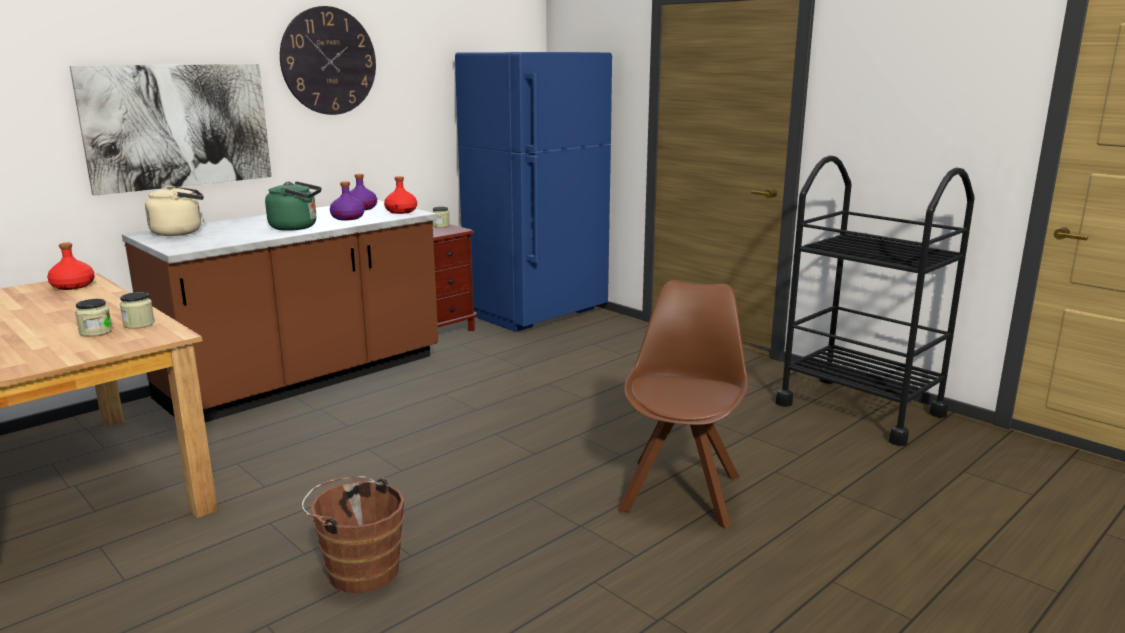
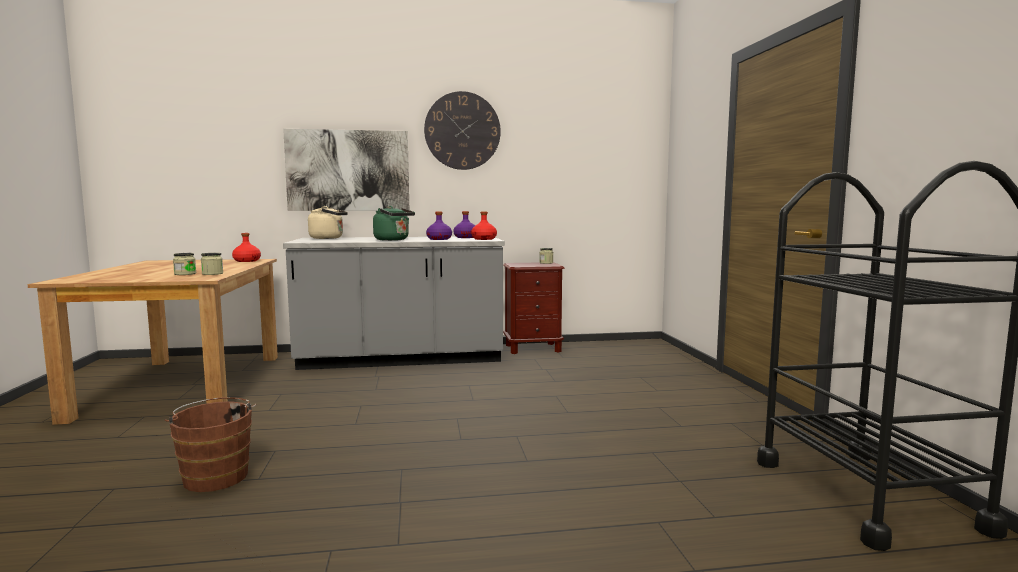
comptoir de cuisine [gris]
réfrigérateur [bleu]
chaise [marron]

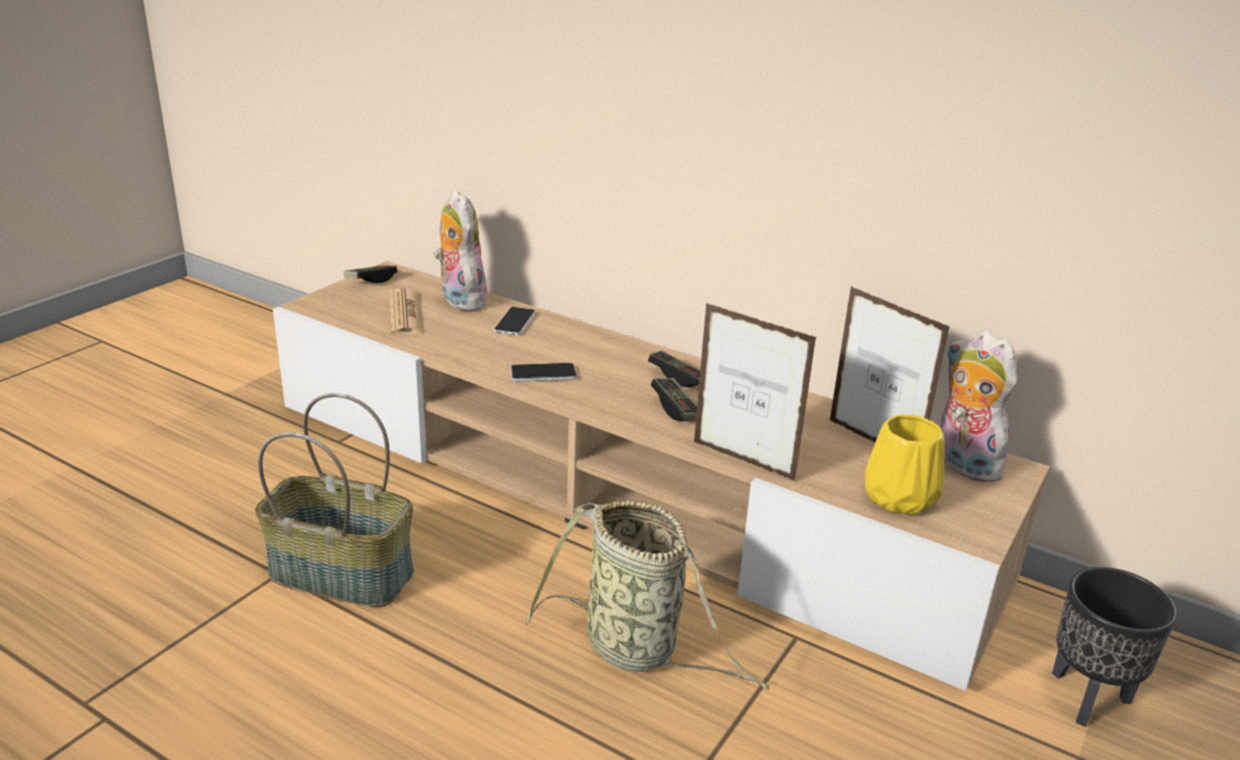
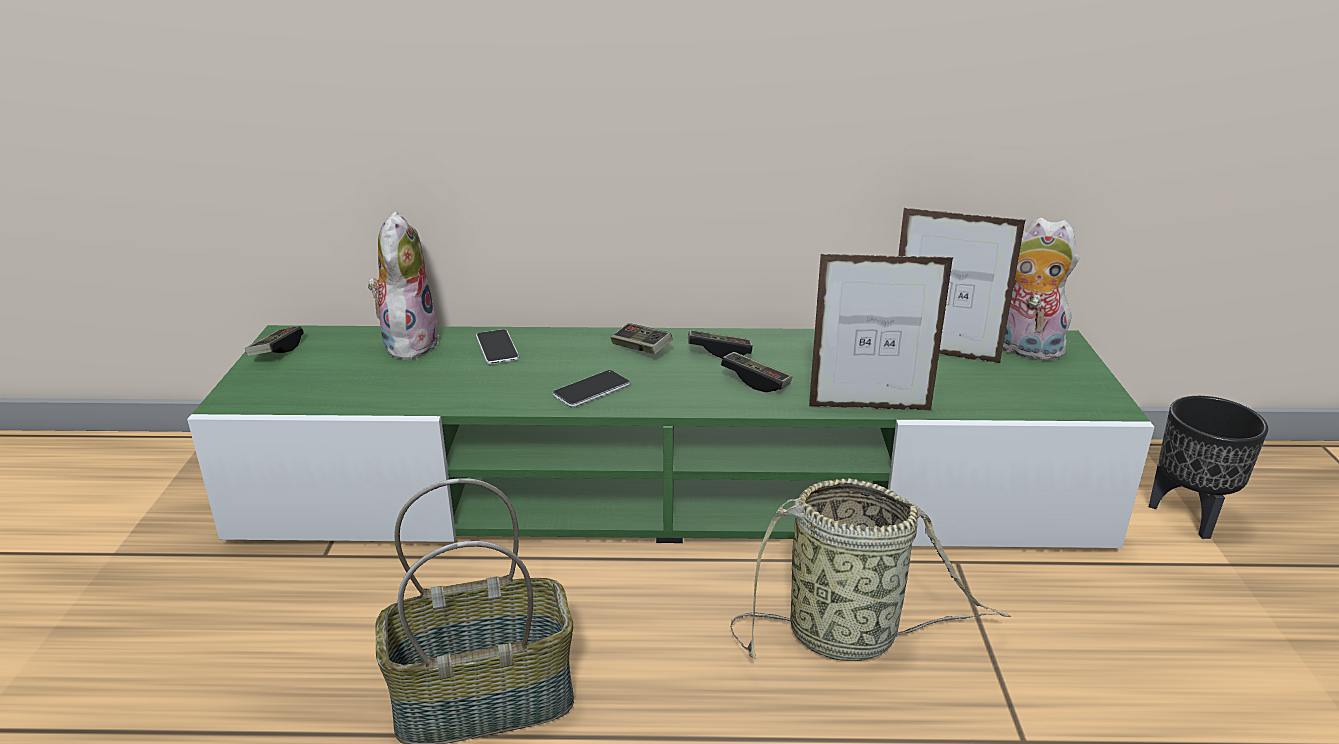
meuble télé [vert]
peluche (1st from left)
manette (2nd from left)
journal
vase [jaune]

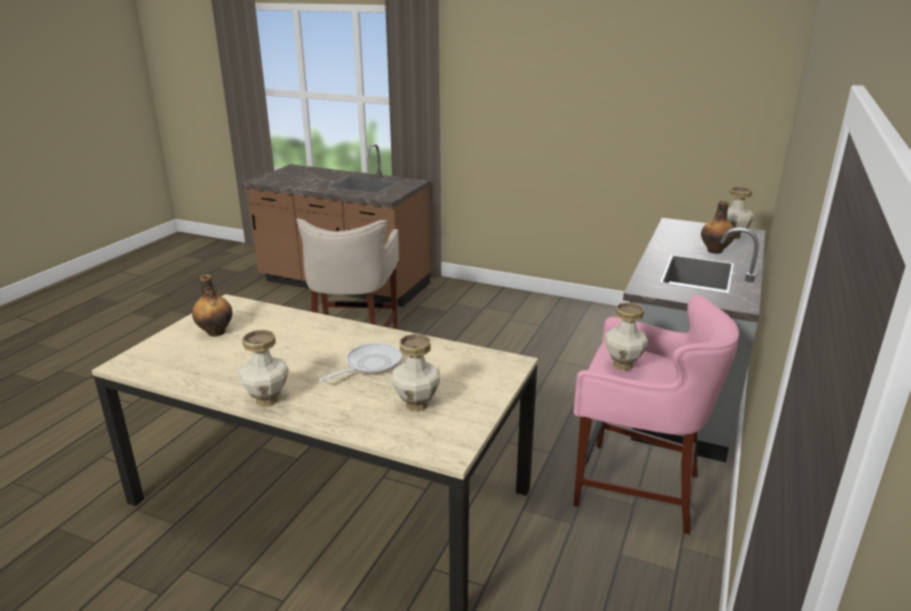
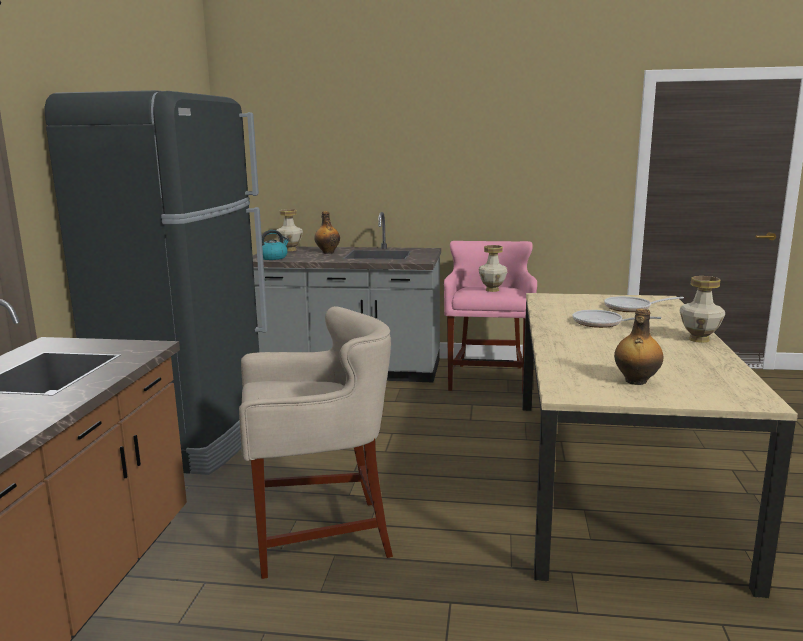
réfrigérateur [noir]
bouilloire
poêle (2nd from left)

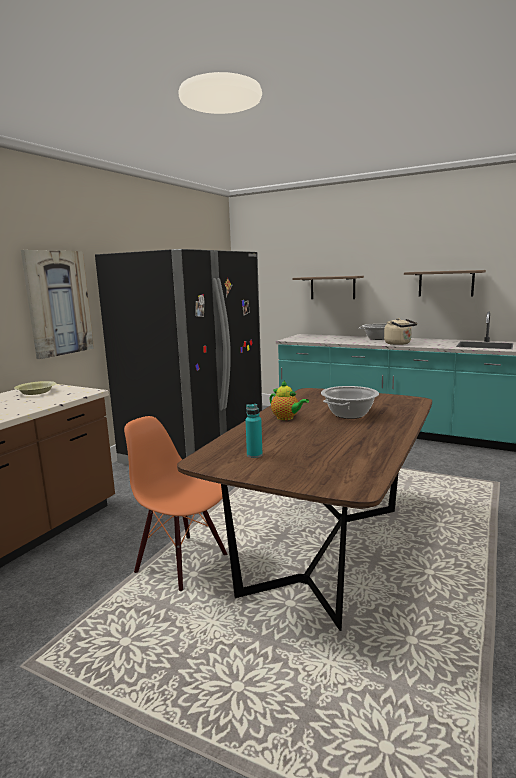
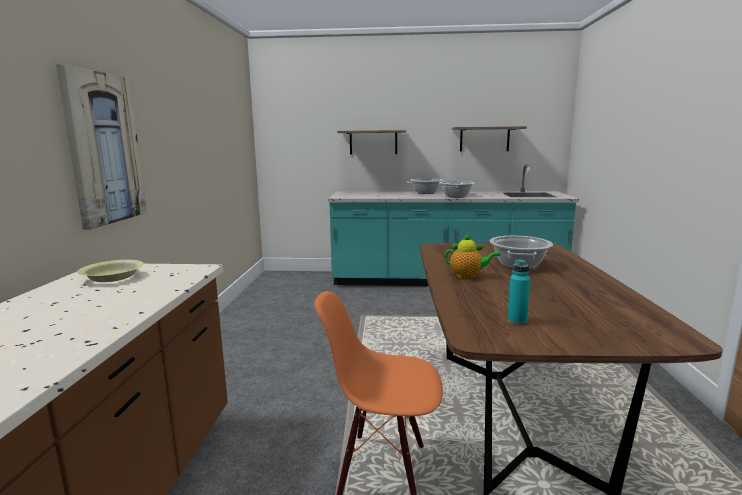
marmite (2nd from left)
réfrigérateur [noir]

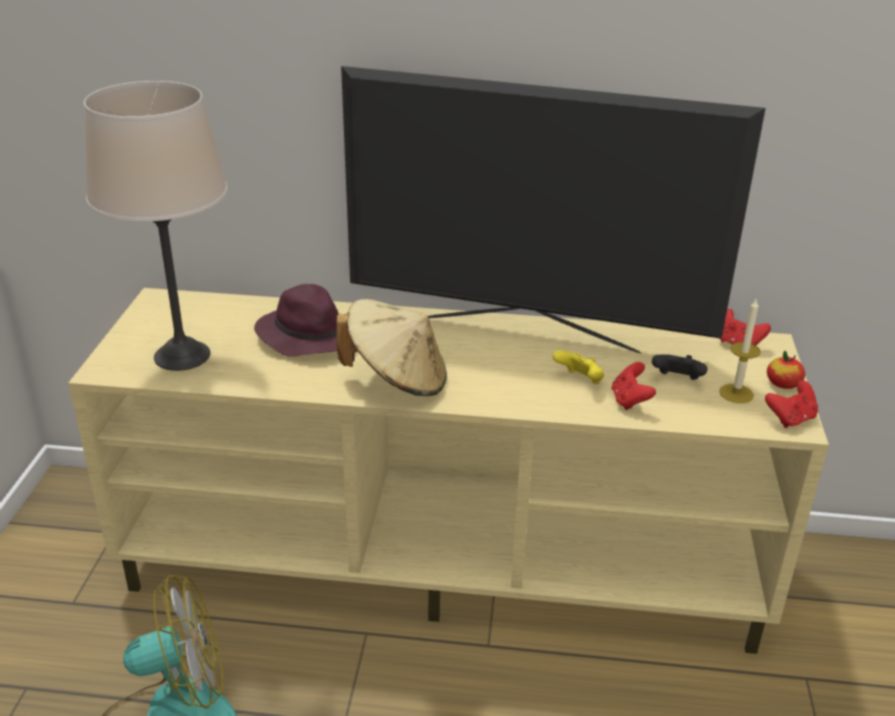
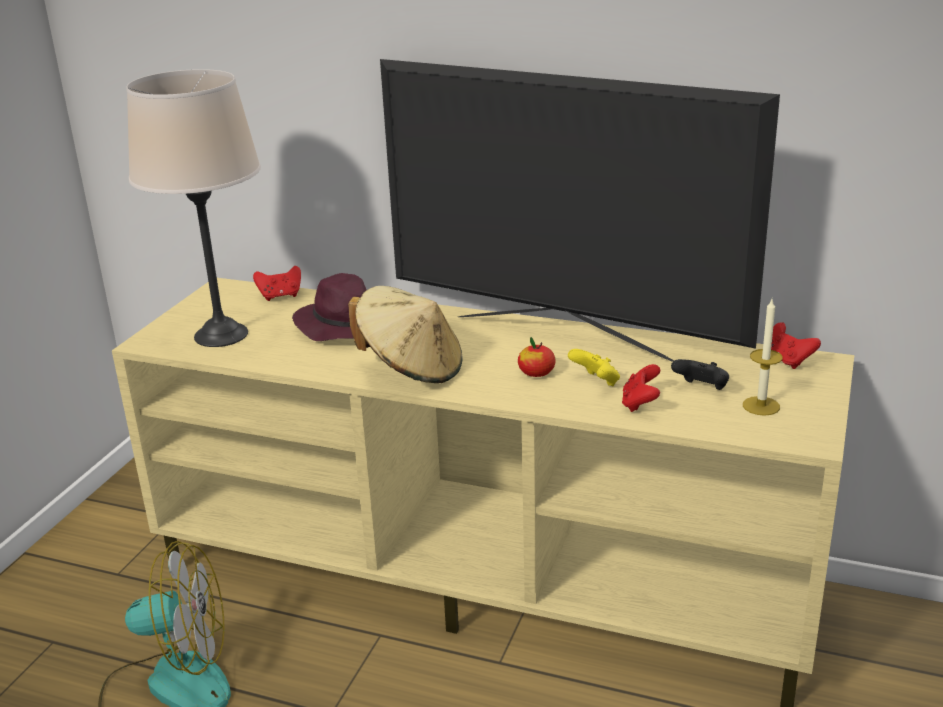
manette [rouge] (1st from left)
pomme

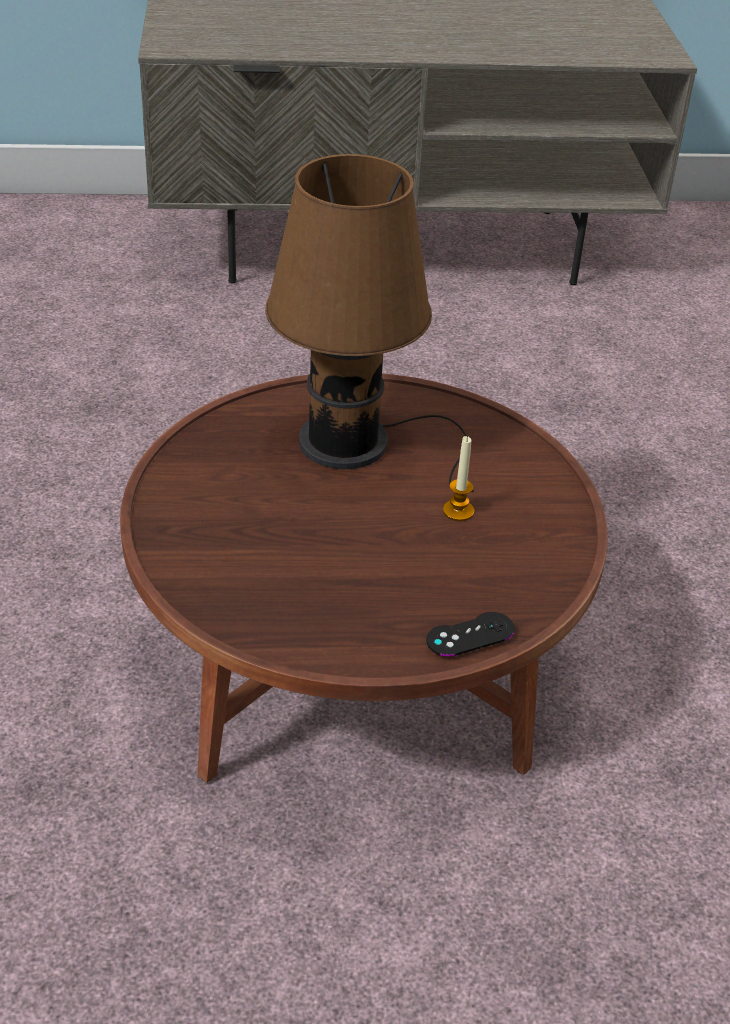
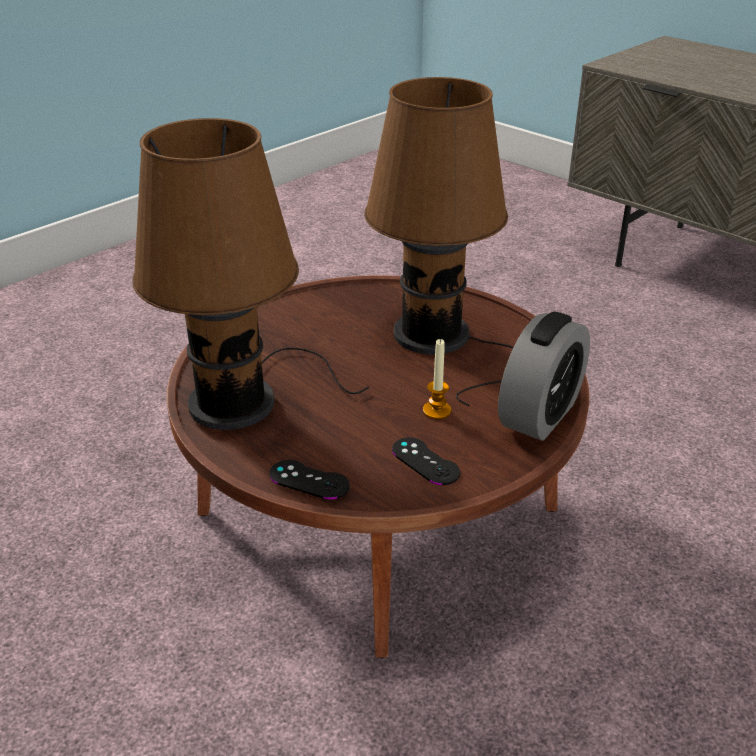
lampe de table [marron] (1st from left)
manette [noir] (2nd from left)
réveil

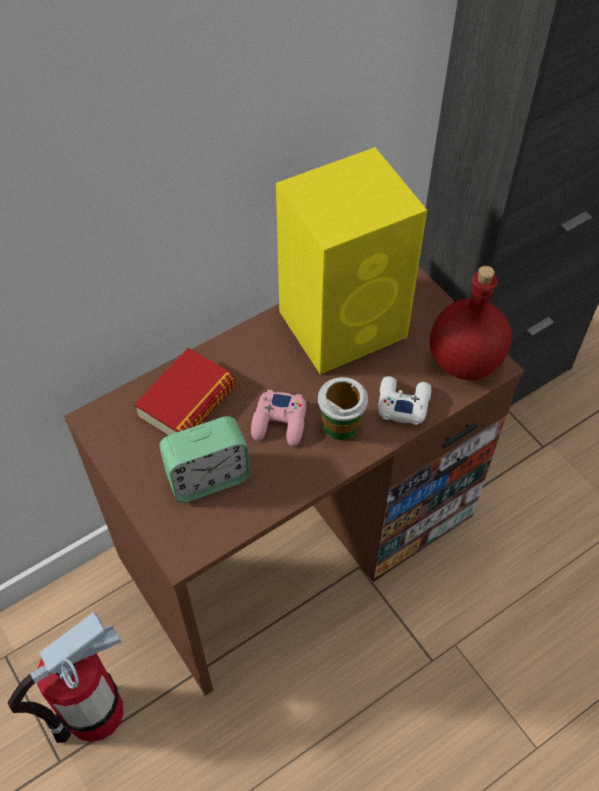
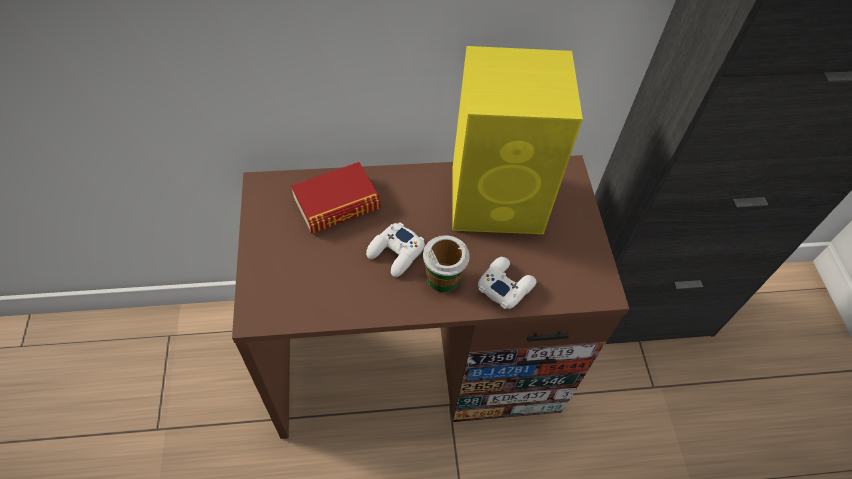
manette [blanc] (1st from left)
extincteur
réveil
bouteille [rouge]

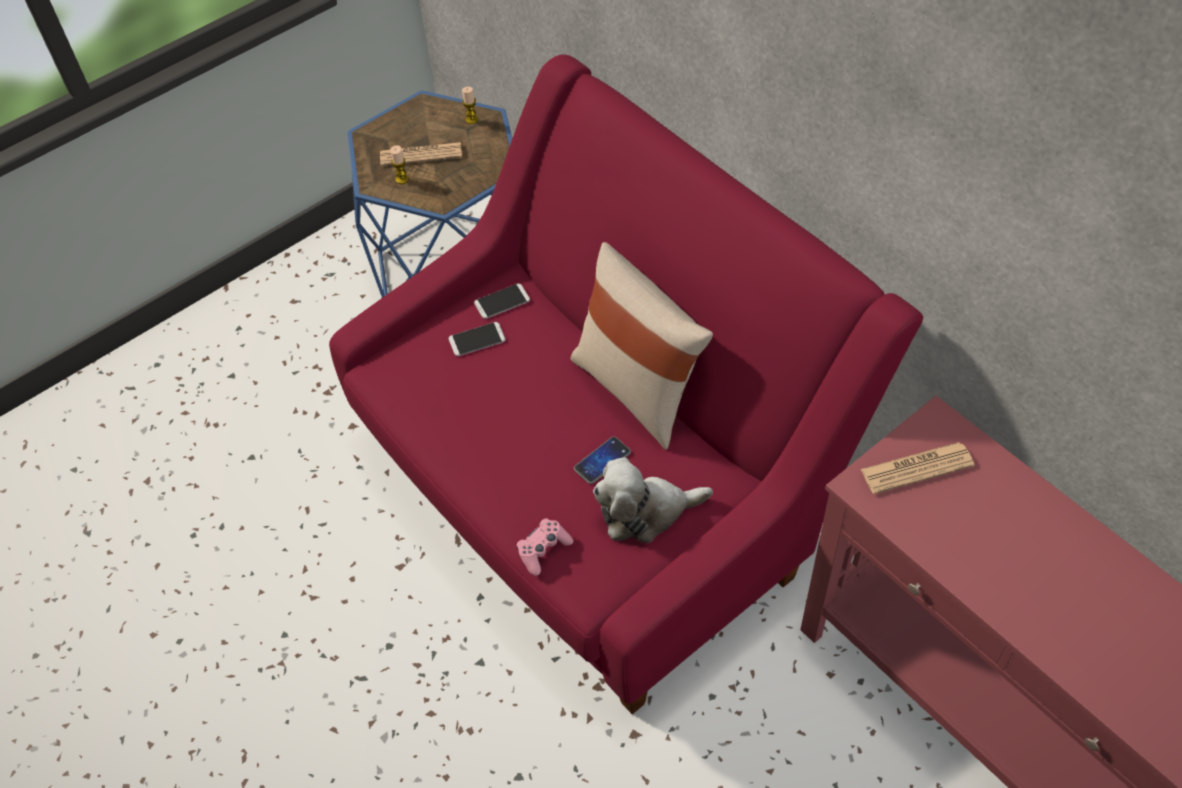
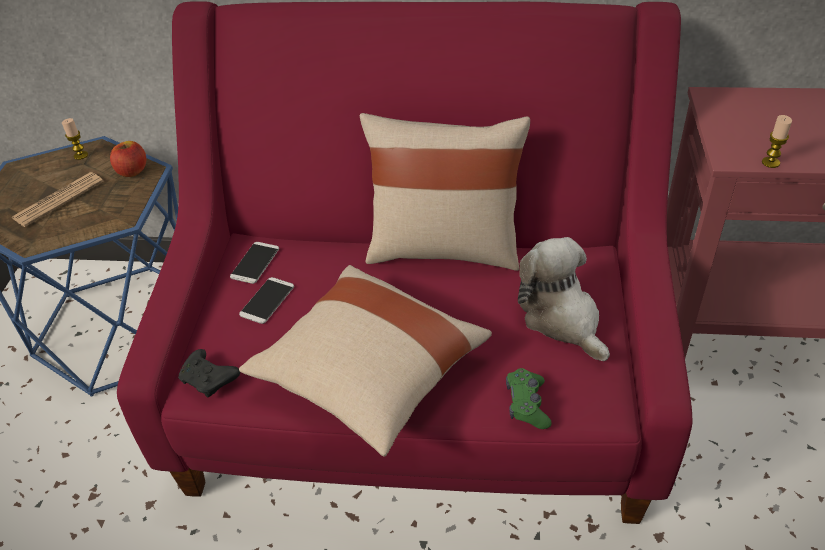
pomme
manette [noir]
coussin [beige] (1st from left)
manette [vert]
peluche
bougie (2nd from left)
téléphone (3rd from left in the first image)
journal (2nd from left in the first image)

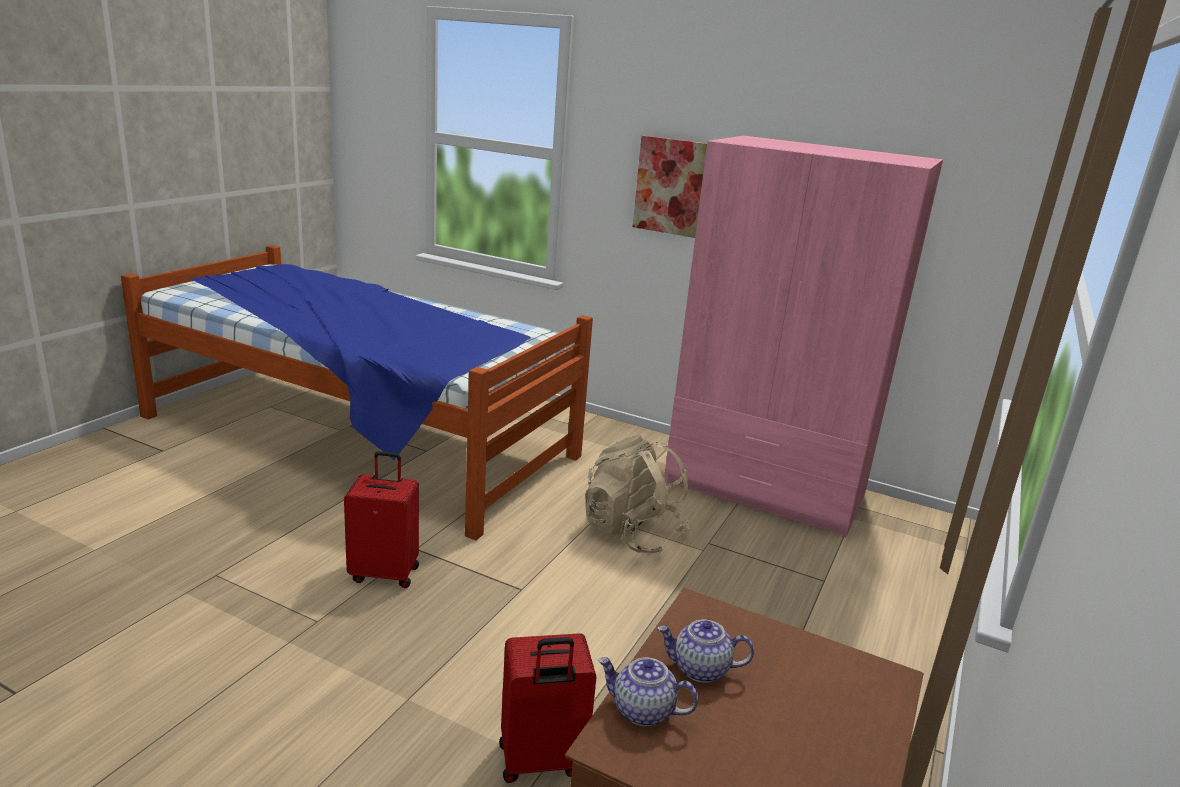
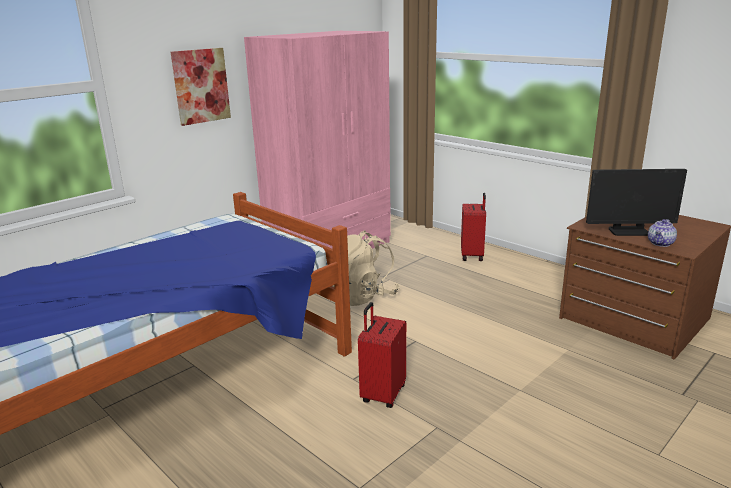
valise [rouge] (2nd from left)
écran d'ordinateur

